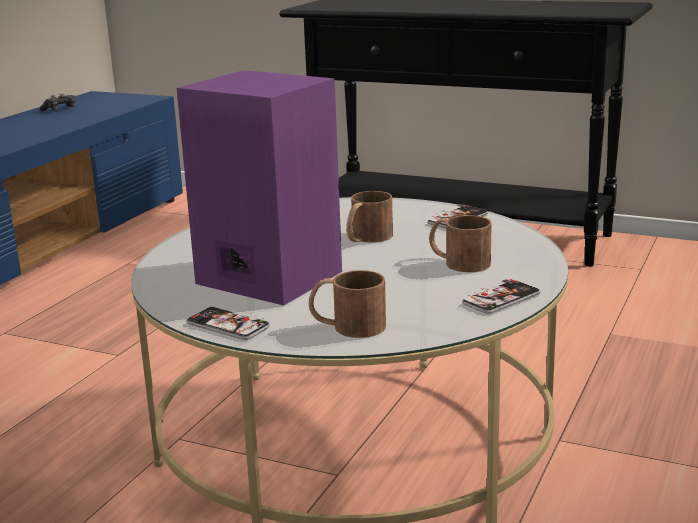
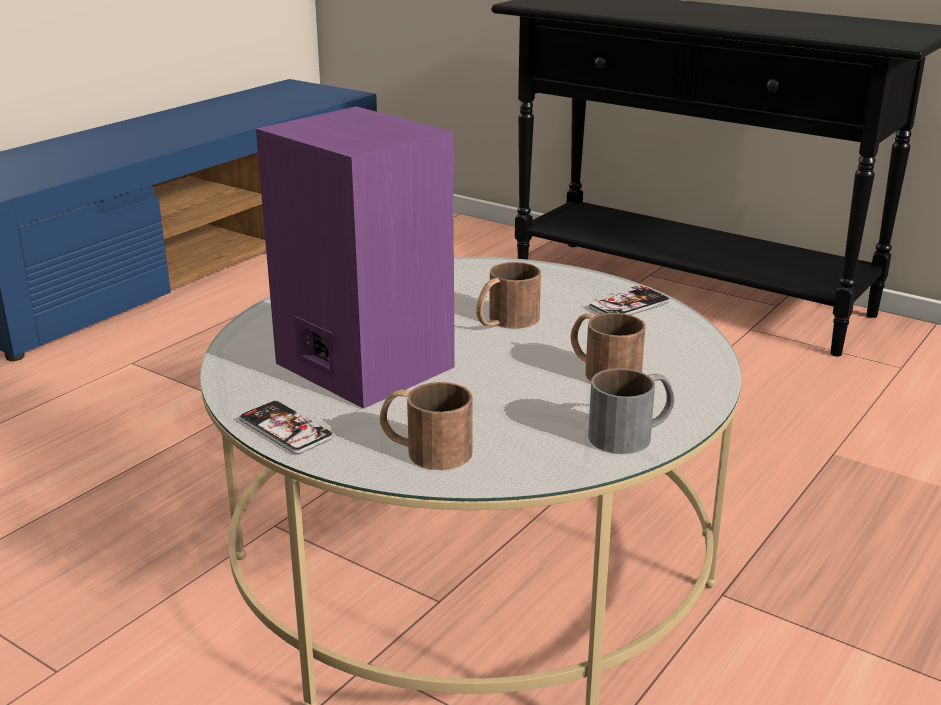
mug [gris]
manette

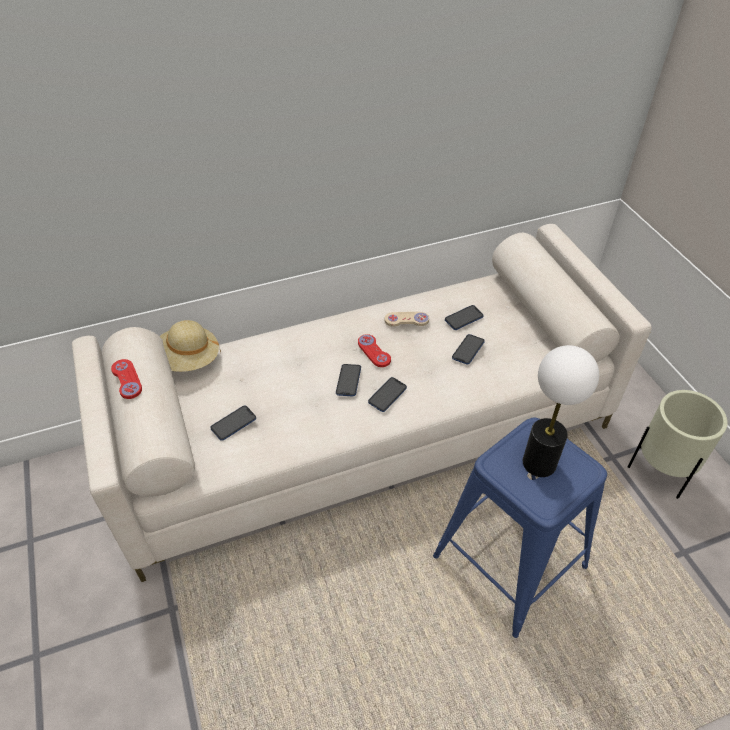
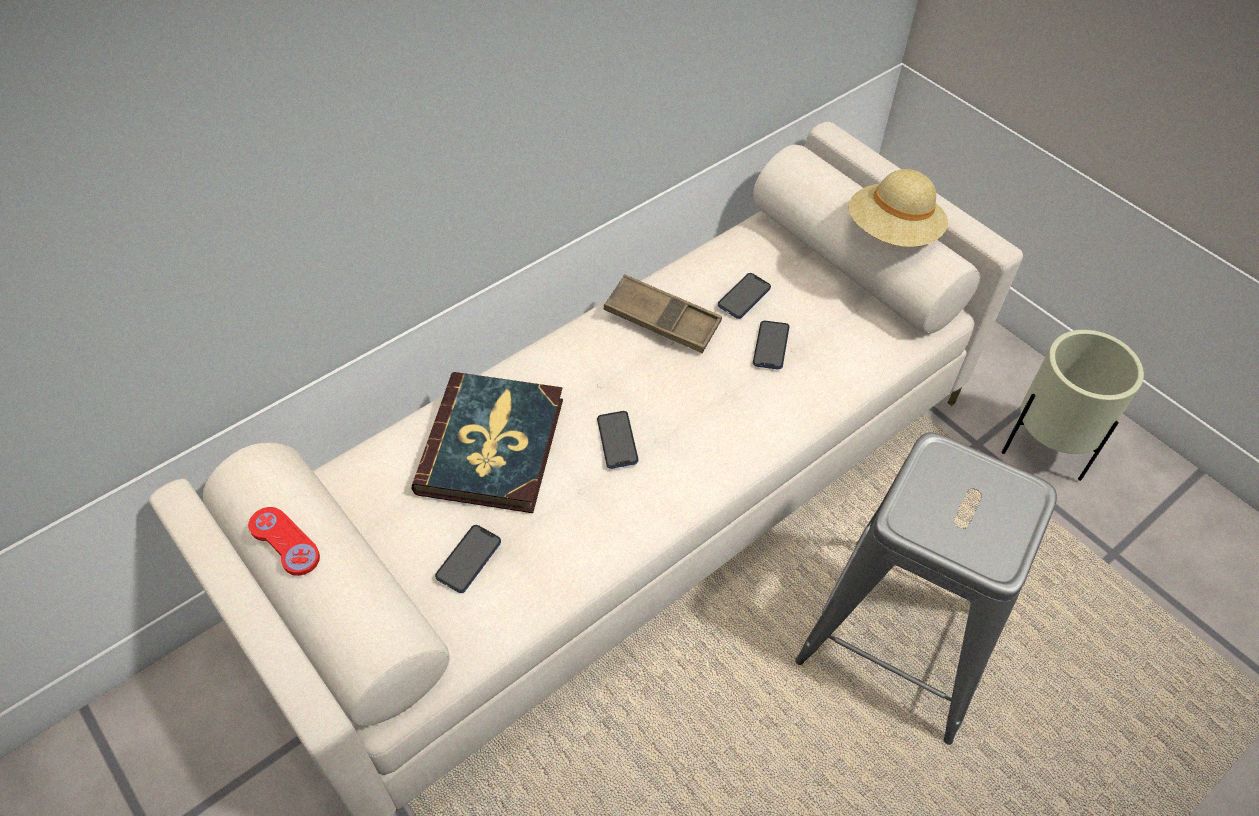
livre
plateau [marron]
tabouret [gris]
chapeau [beige]
manette [rouge] (2nd from left in the first image)
téléphone (3rd from left in the first image)
lampe de table

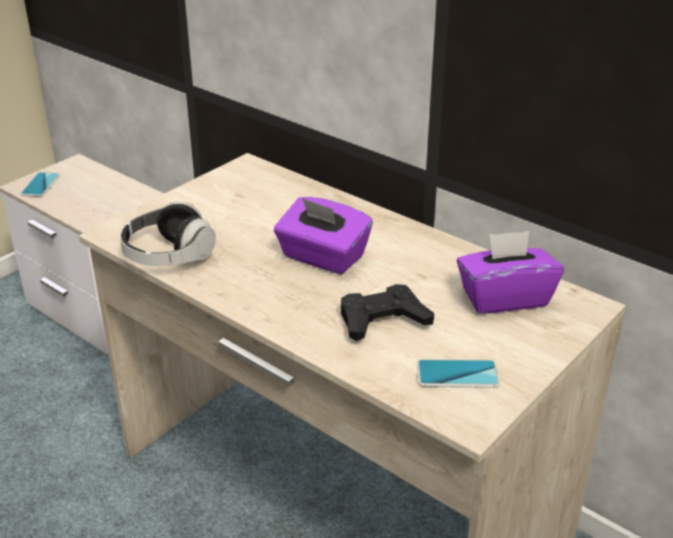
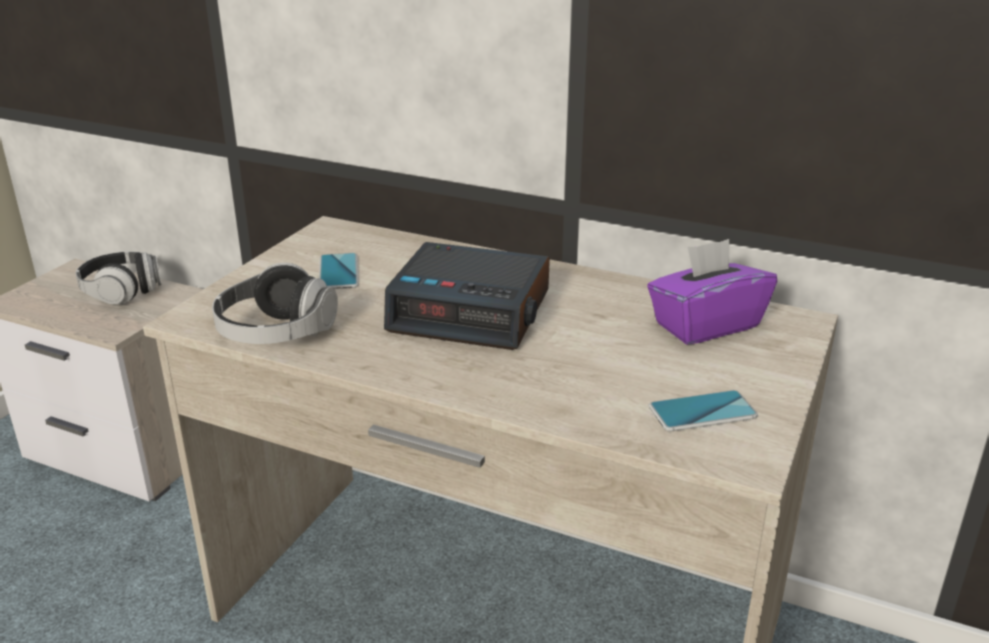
casque audio (1st from left)
téléphone (1st from left)
réveil
manette [noir]

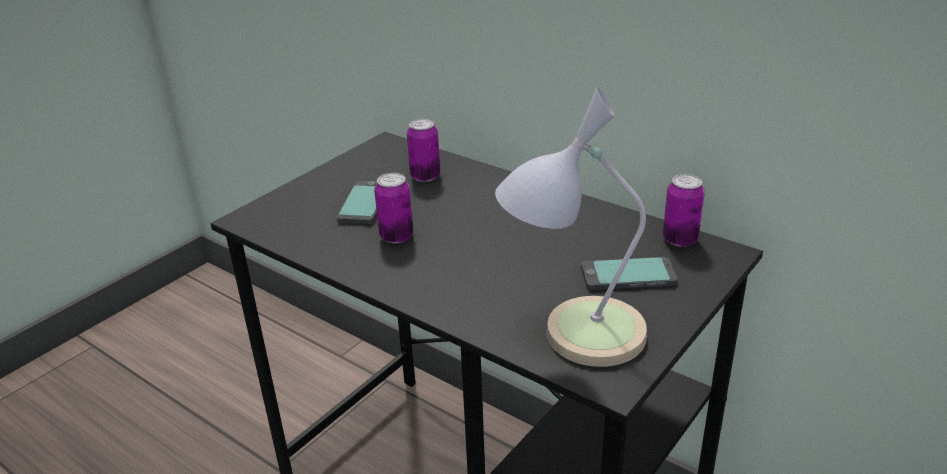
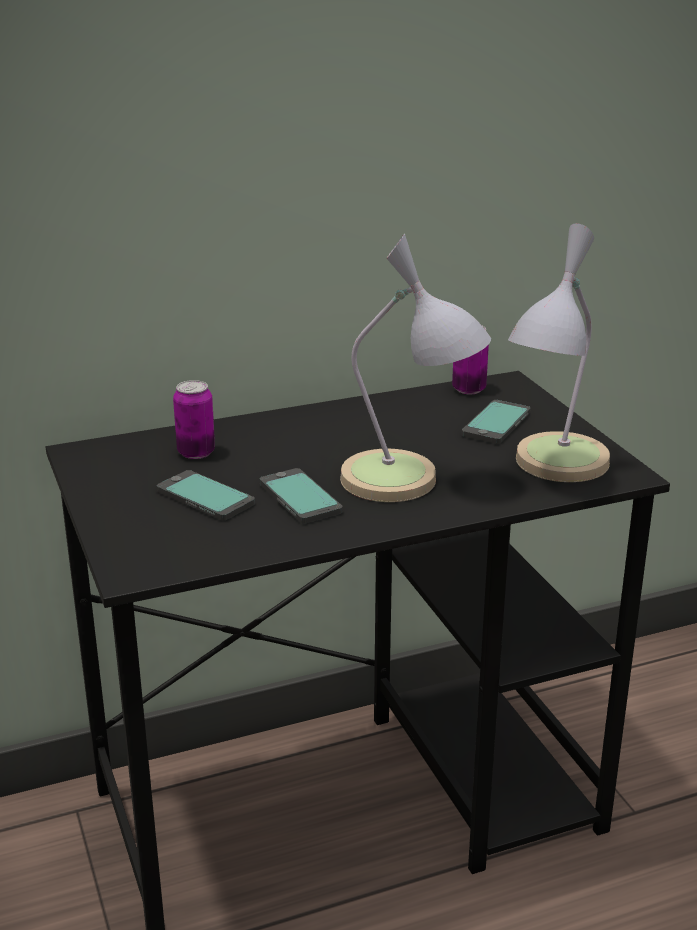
téléphone (2nd from left)
lampe de table (1st from left)

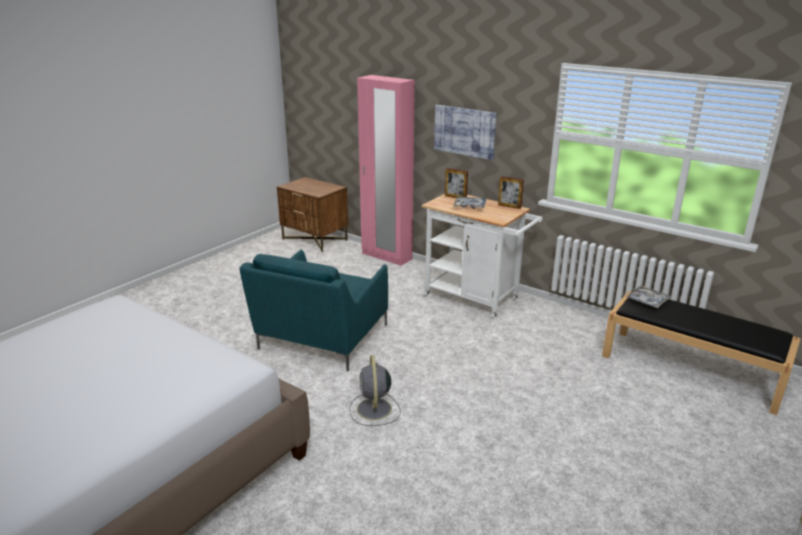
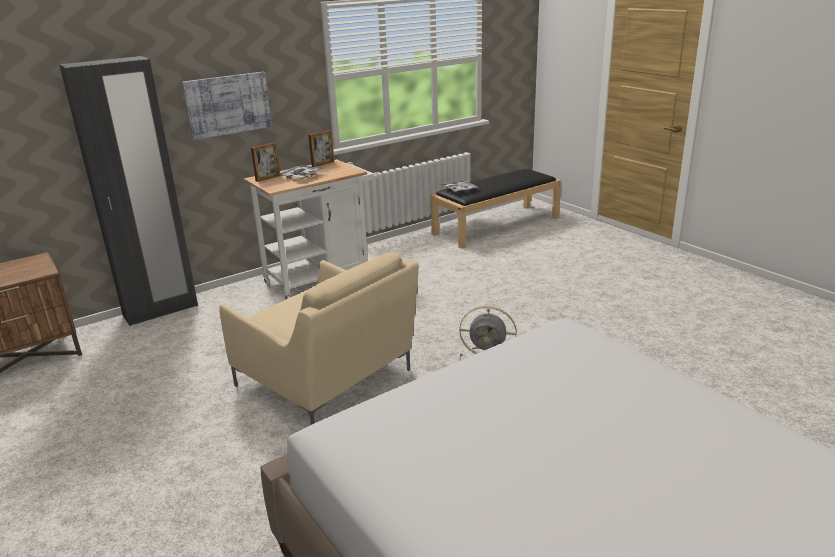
armoire [noir]
fauteuil [beige]

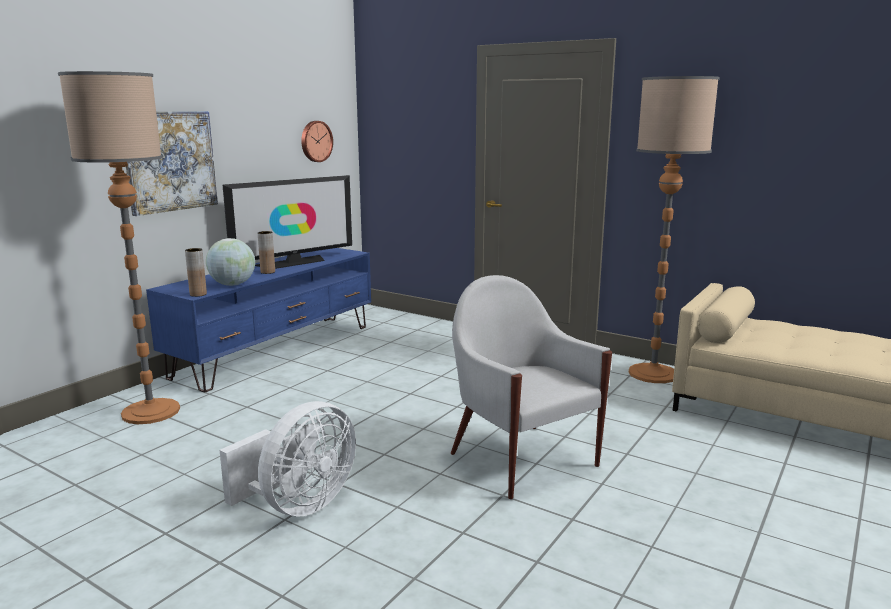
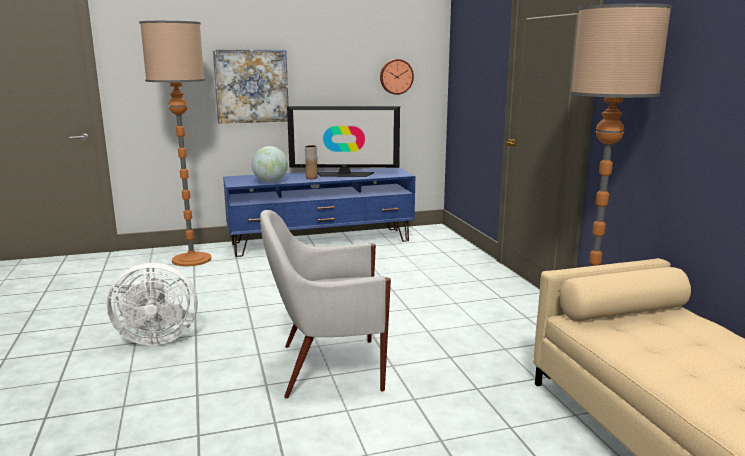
fauteuil [blanc]
vase [marron] (1st from left in the first image)

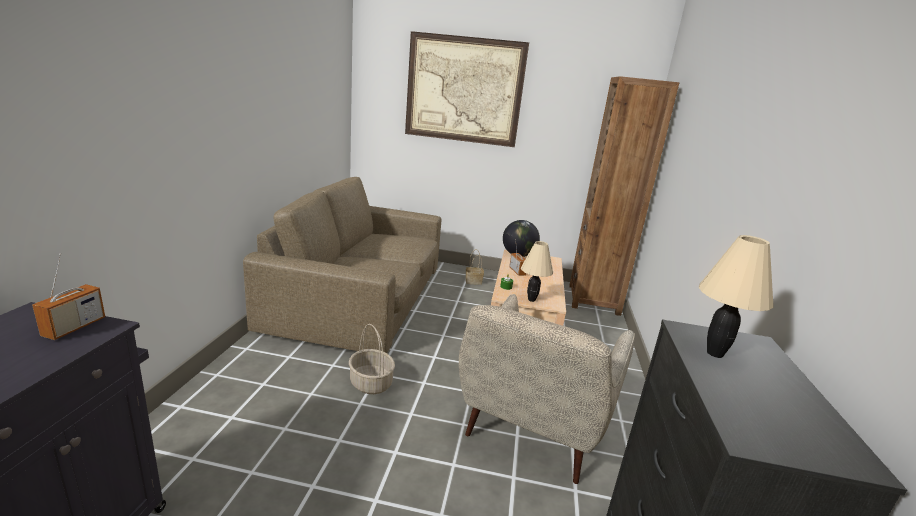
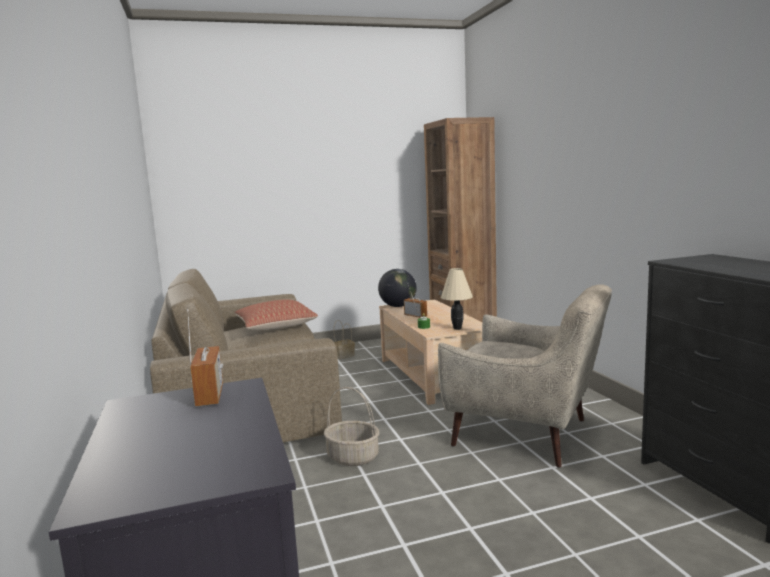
coussin
fauteuil [beige]
tableau
lampe de table [beige] (2nd from left in the first image)

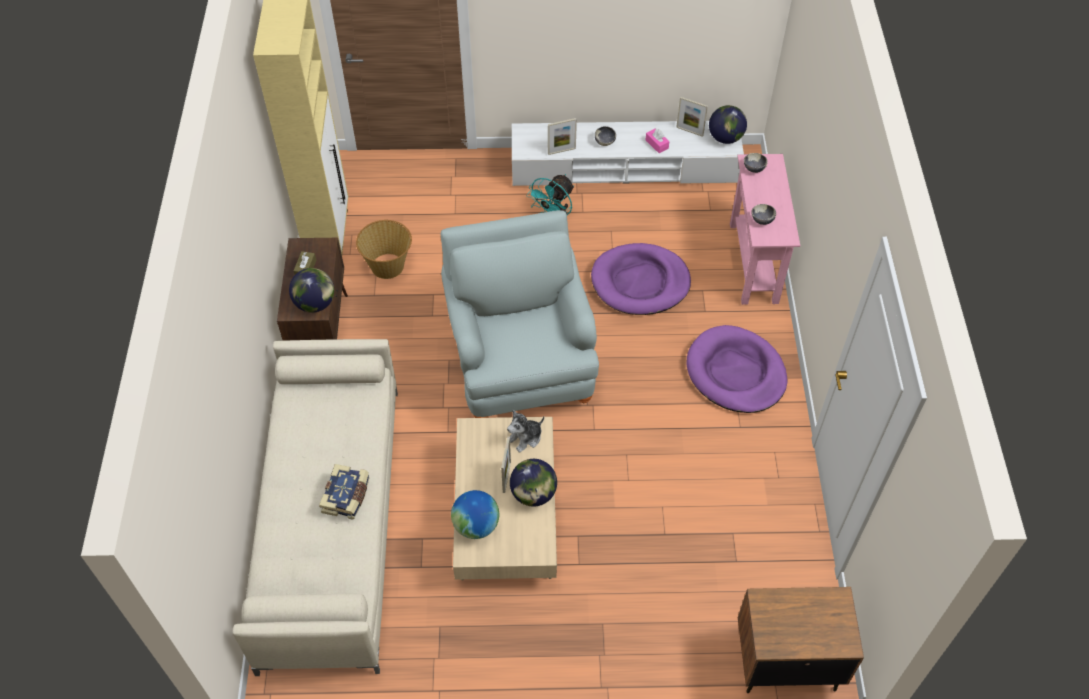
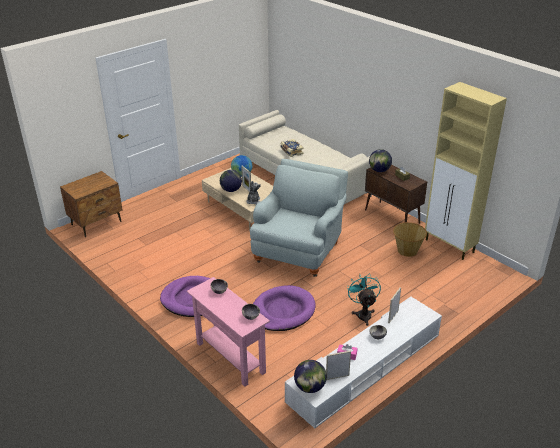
fauteuil [gris]

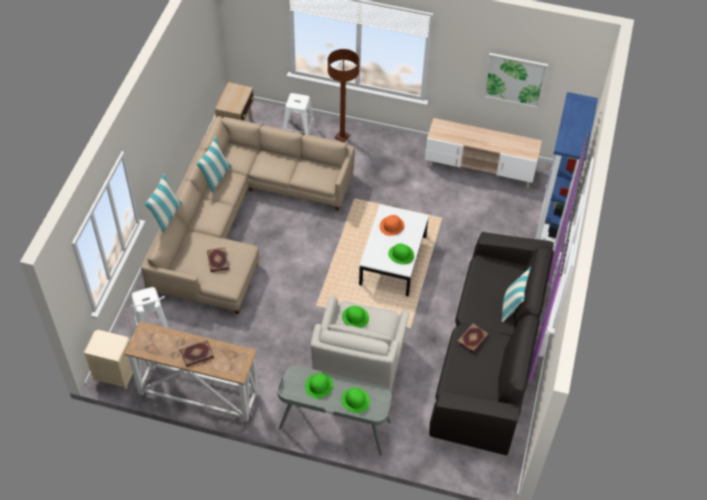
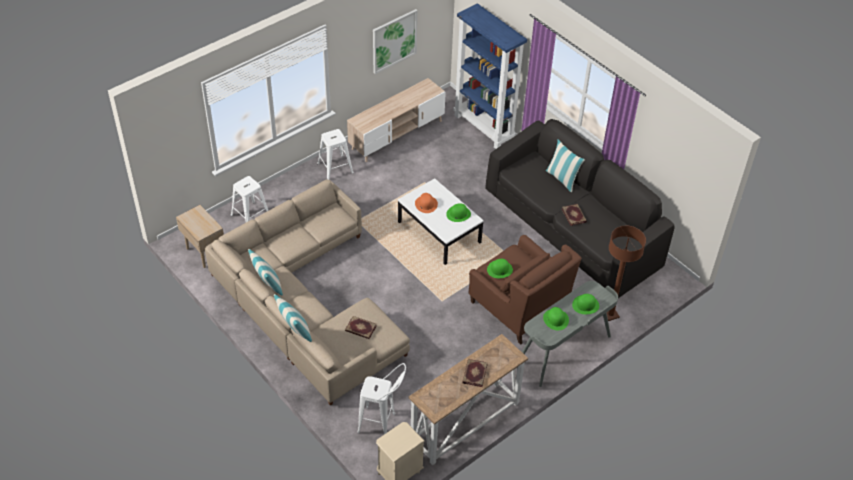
tabouret [blanc] (2nd from left)
fauteuil [marron]
lampadaire [marron]

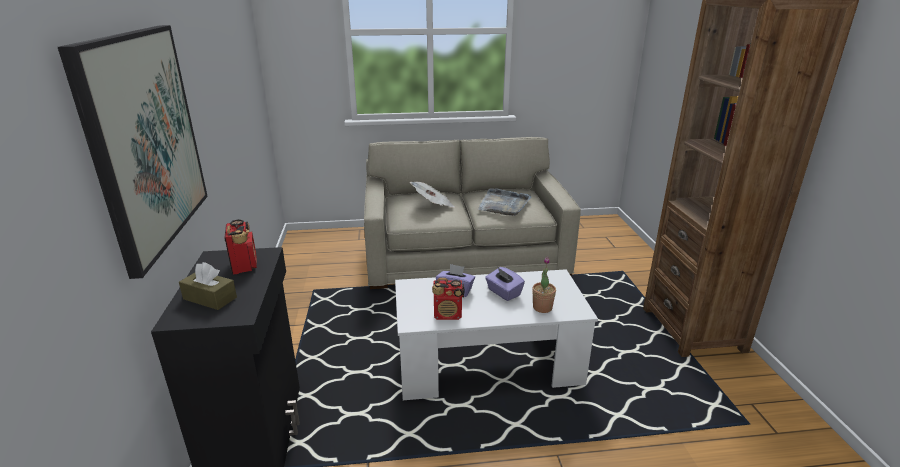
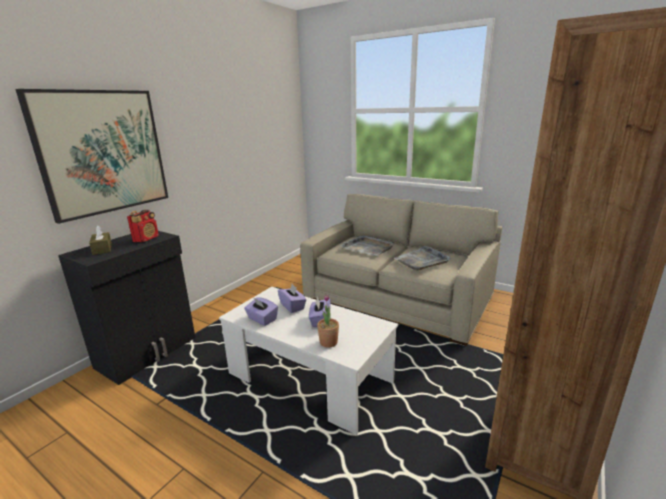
boîte à mouchoirs [violet] (1st from left)
plateau [gris] (1st from left)

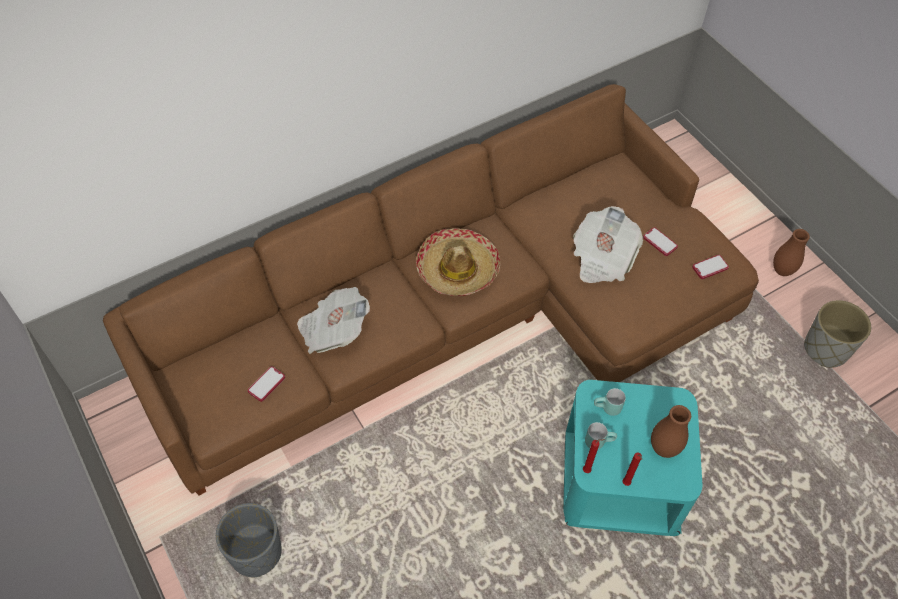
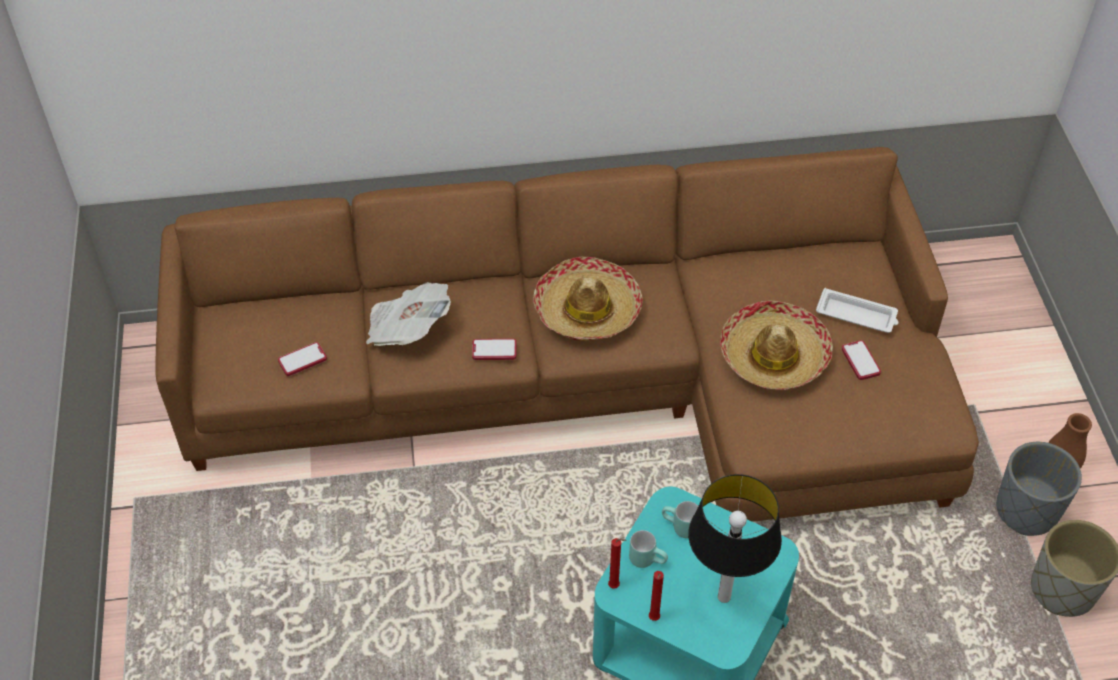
téléphone (2nd from left)
lampe de table
chapeau (2nd from left)
plateau [blanc]
cache-pot [gris] (1st from left)

